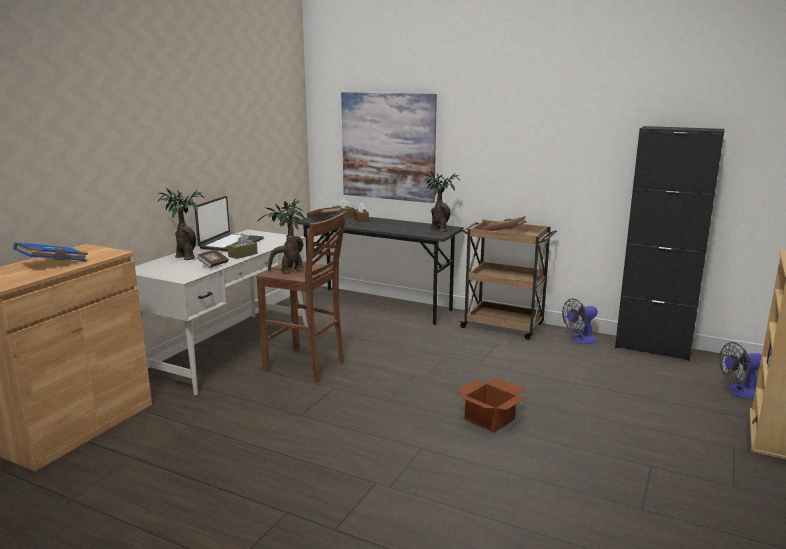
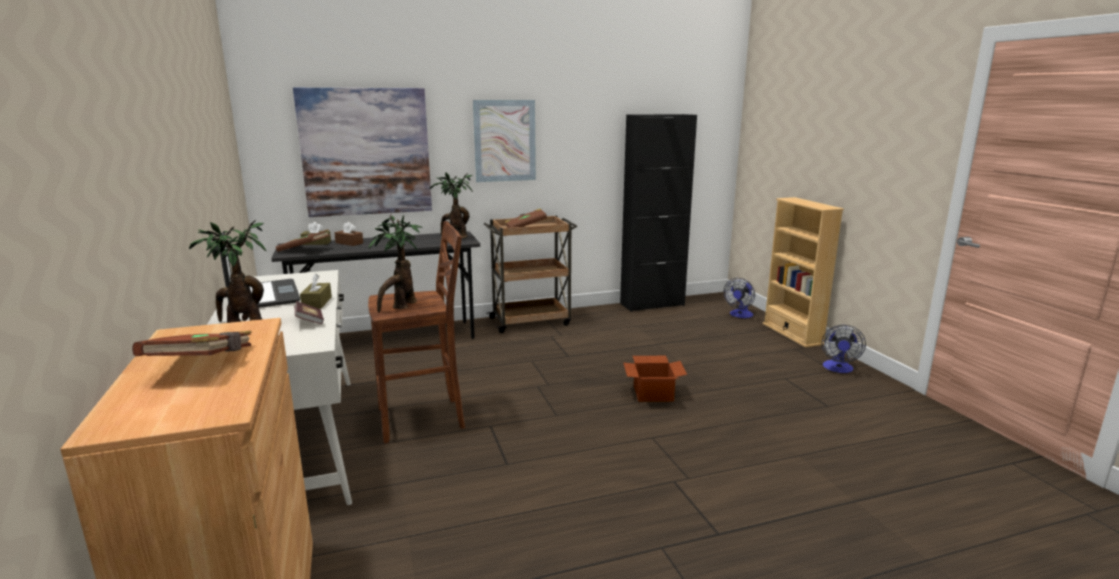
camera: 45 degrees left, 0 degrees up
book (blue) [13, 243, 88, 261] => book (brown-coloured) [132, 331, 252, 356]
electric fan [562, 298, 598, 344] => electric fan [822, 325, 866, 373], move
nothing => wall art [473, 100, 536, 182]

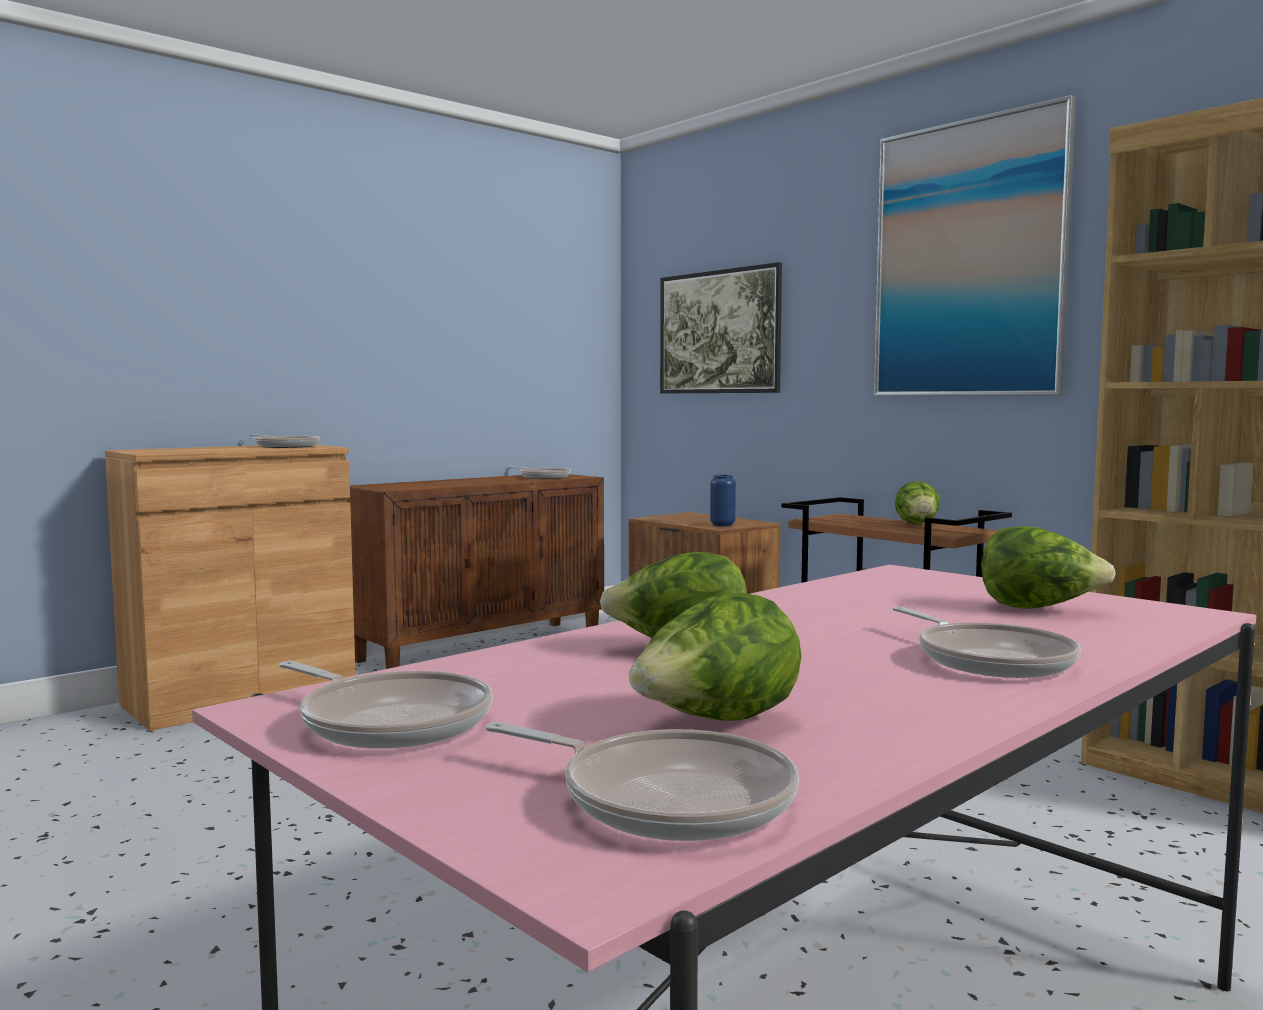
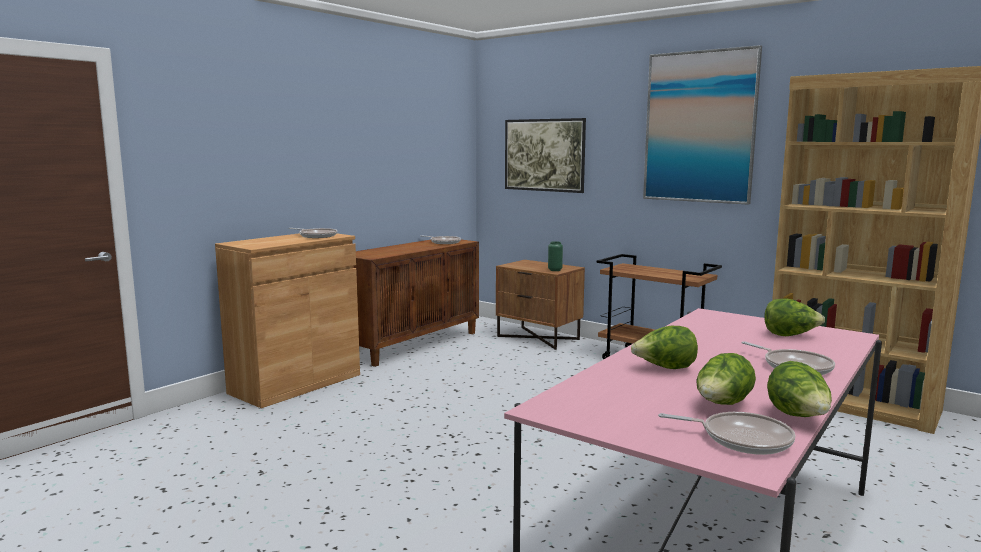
camera: 10 degrees left, 5 degrees up
flower vase (blue) [710, 475, 736, 527] => flower vase (green) [548, 241, 563, 271]
head of lettuce [895, 481, 940, 524] => head of lettuce [767, 361, 832, 417], move
skillet [279, 661, 493, 749] => nothing

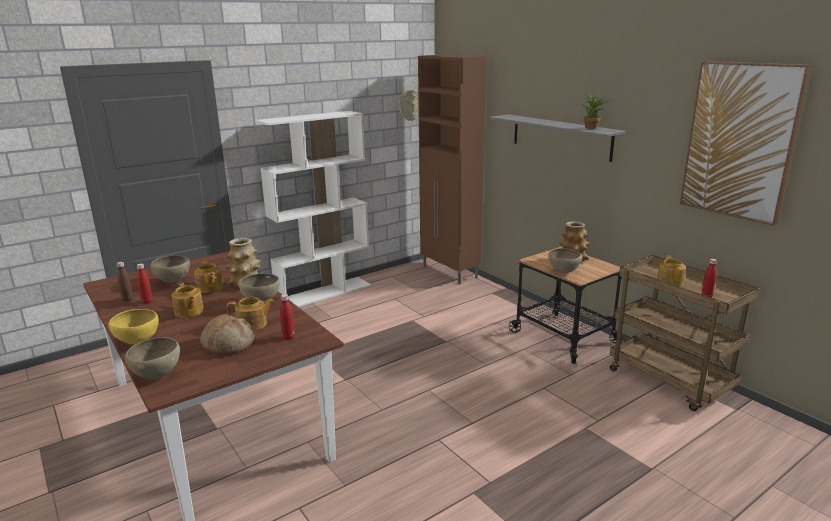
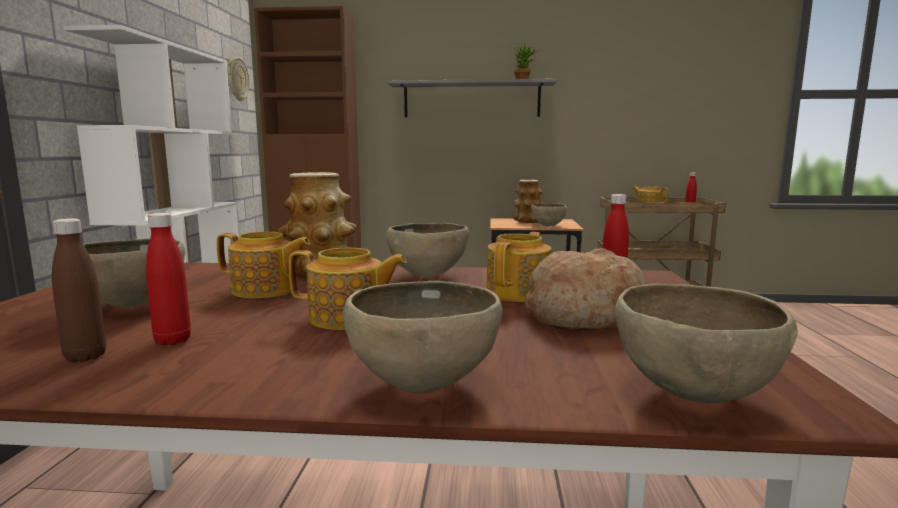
camera: 50 degrees left, 10 degrees down
wall art [680, 61, 811, 226] => nothing
deep dish (yellowish) [108, 309, 159, 344] => deep dish (brown-coloured) [343, 281, 502, 394]

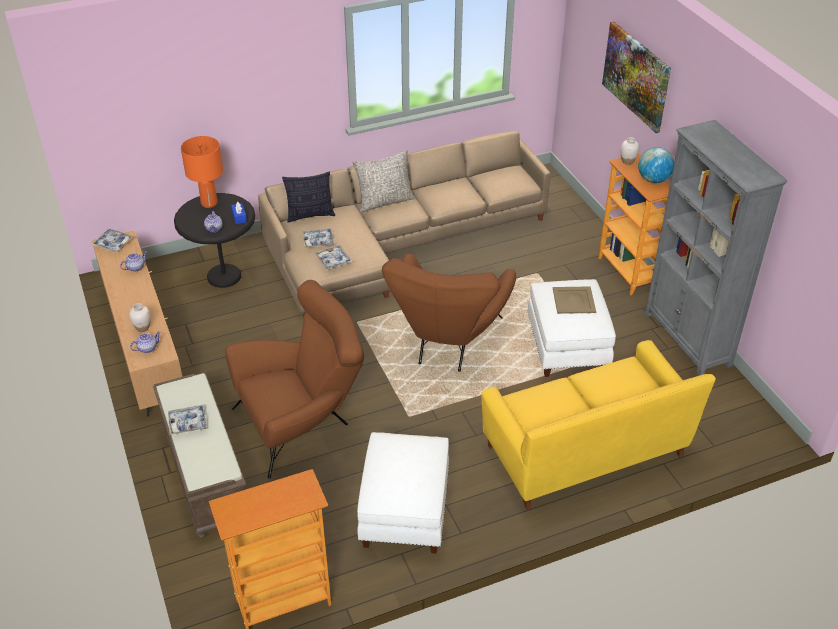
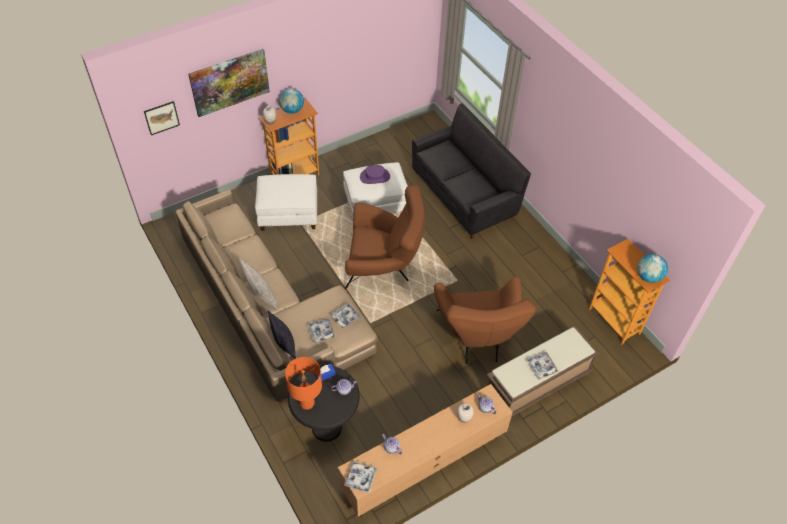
camera: 100 degrees left, 10 degrees up
bookshelf (gray) [644, 120, 787, 376] => nothing
easy chair (brown-coloured) [225, 280, 364, 479] => easy chair (brown-coloured) [434, 277, 536, 364], 150 degrees counterclockwise
carrying tray (sand-coloured) [553, 286, 596, 314] => hat (purple) [360, 165, 390, 184]
settee (yellowish) [481, 340, 716, 510] => settee (black) [412, 103, 531, 239]
footrest (white) [357, 432, 449, 553] => footrest (white) [255, 174, 317, 231], move
nothing => wall art [144, 101, 180, 135]
nothing => desk globe [637, 254, 668, 283]

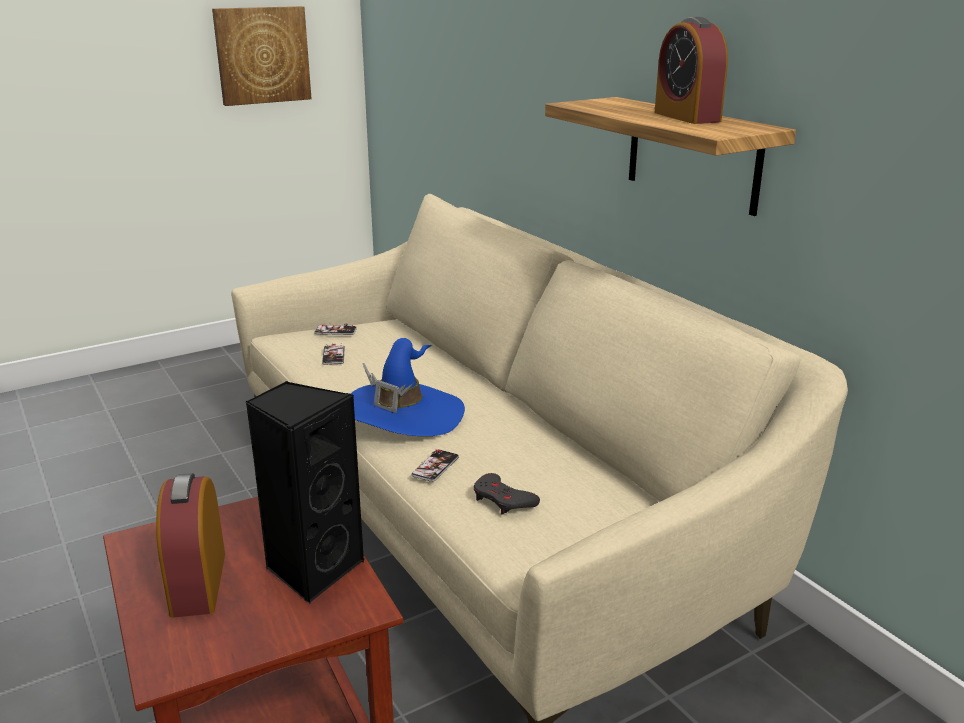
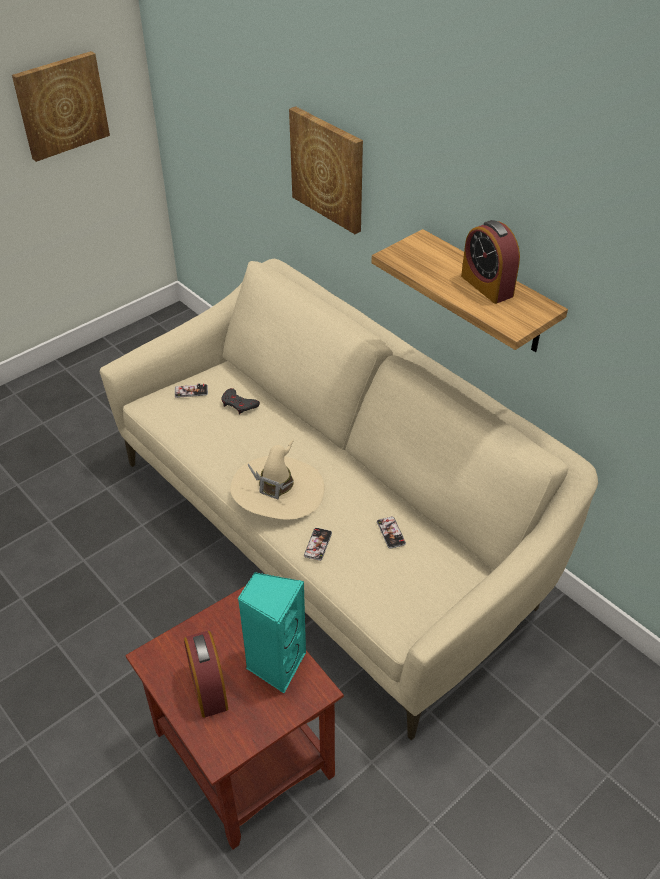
camera: 10 degrees left, 20 degrees up
hat (blue) [350, 338, 465, 436] => hat (sand-coloured) [230, 439, 324, 519]
telephone [322, 343, 345, 365] => telephone [377, 516, 406, 549], move
loudspeaker (black) [246, 381, 364, 603] => loudspeaker (turquoise) [238, 572, 306, 693]
game controller (gray) [474, 473, 540, 515] => game controller (gray) [221, 388, 260, 414], move
nothing => wall art [289, 106, 363, 234]

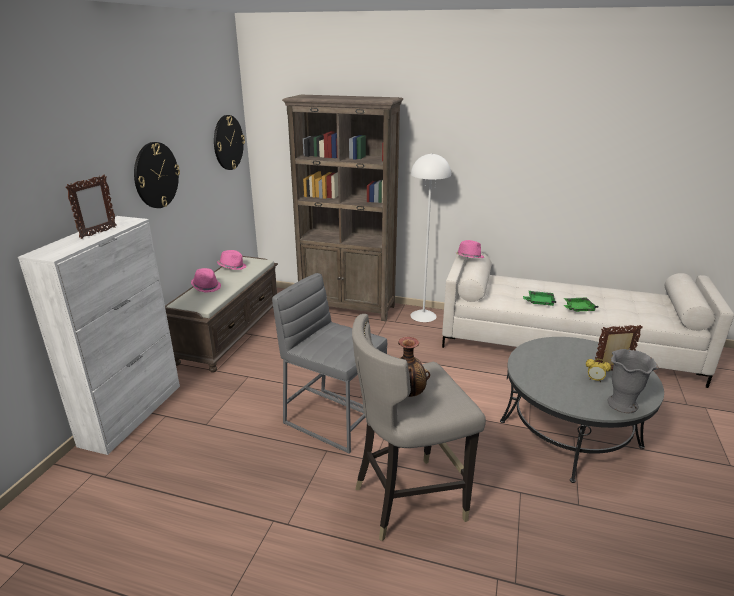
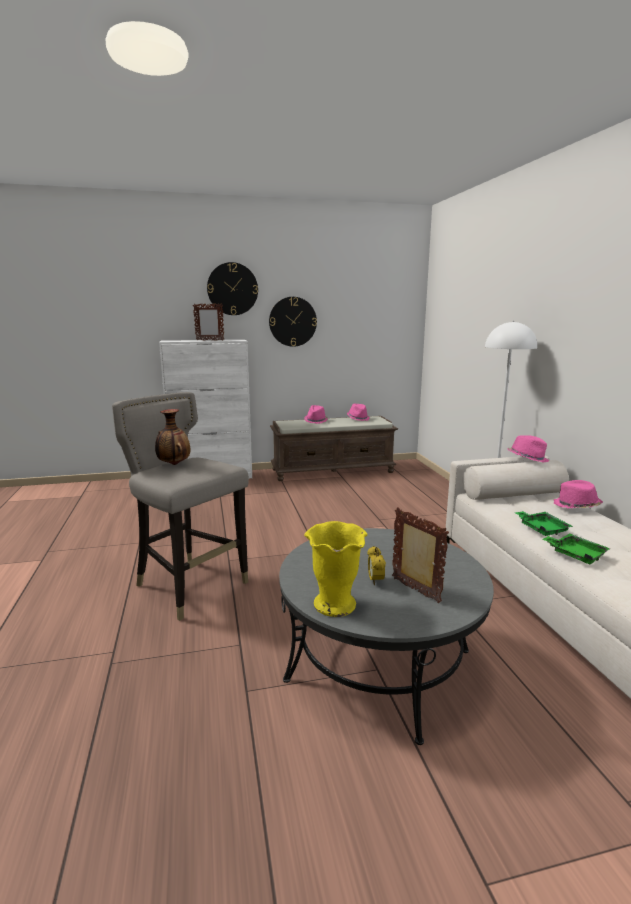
camera: 60 degrees right, 10 degrees down
bookshelf (brown-coloured) [282, 95, 403, 321] => nothing
clock on the wall [214, 115, 245, 170] => clock on the wall [207, 262, 258, 315], move
stool seat (gray) [272, 273, 387, 454] => nothing
flower vase (gray) [607, 349, 659, 413] => flower vase (yellowish) [304, 521, 368, 617]
nothing => hat (pink-coloured) [554, 480, 603, 509]

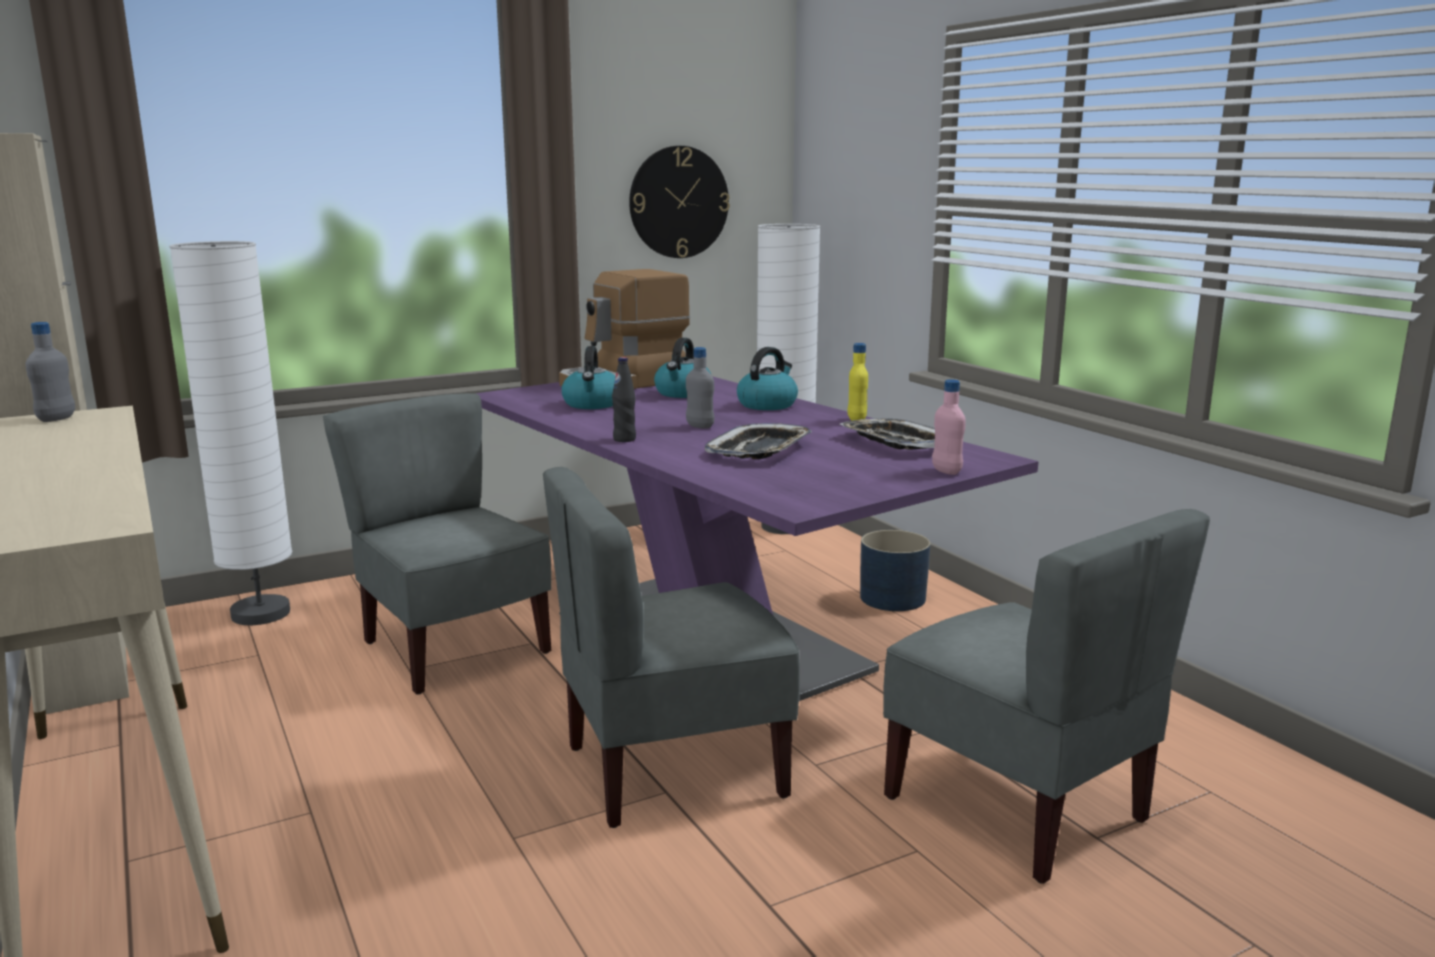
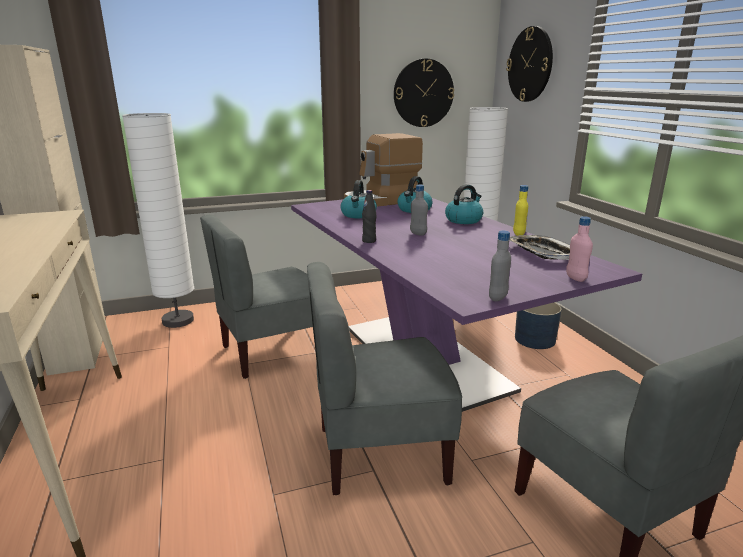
camera: 10 degrees right, 5 degrees up
drink bottle (gray) [26, 322, 75, 422] => drink bottle (gray) [489, 230, 511, 301], move
plain chair (gray) [323, 393, 552, 695] => plain chair (gray) [200, 215, 313, 379], 90 degrees counterclockwise
carrying tray [705, 423, 812, 459] => nothing
nothing => clock on the wall [506, 26, 553, 102]

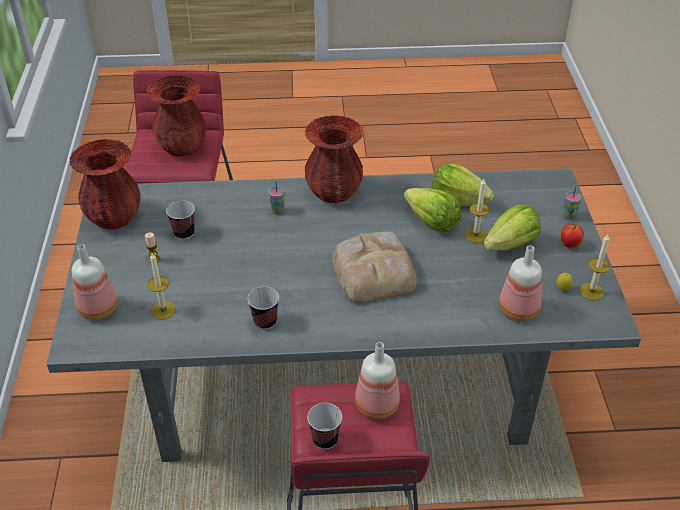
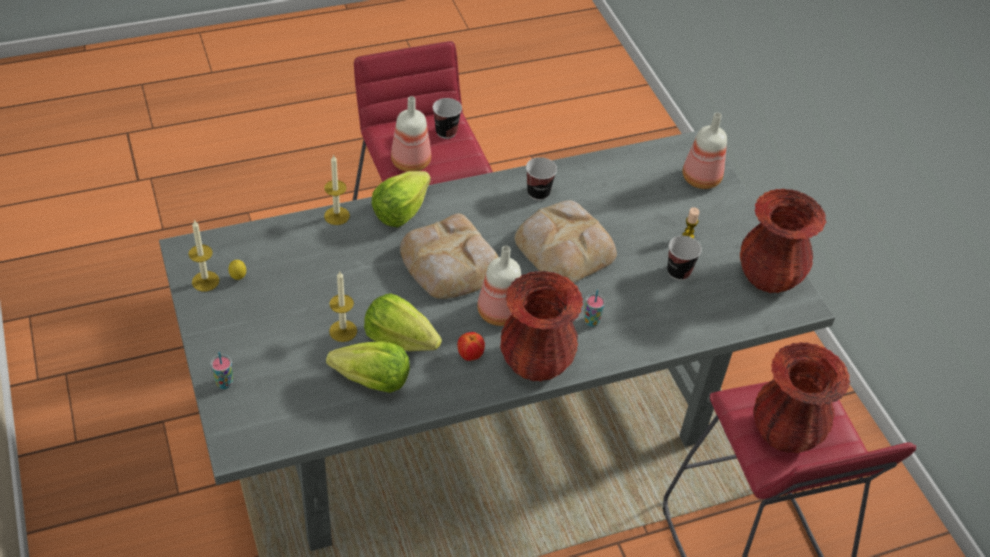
camera: 160 degrees right, 5 degrees up
head of lettuce [484, 205, 541, 251] => head of lettuce [372, 171, 431, 227], move
apple fruit [561, 224, 584, 248] => apple fruit [457, 332, 485, 361], move
drink bottle [499, 245, 542, 321] => drink bottle [477, 246, 521, 326], move
wax candle [147, 253, 176, 319] => wax candle [324, 154, 350, 225], move
nothing => baked bread [515, 200, 617, 283]

